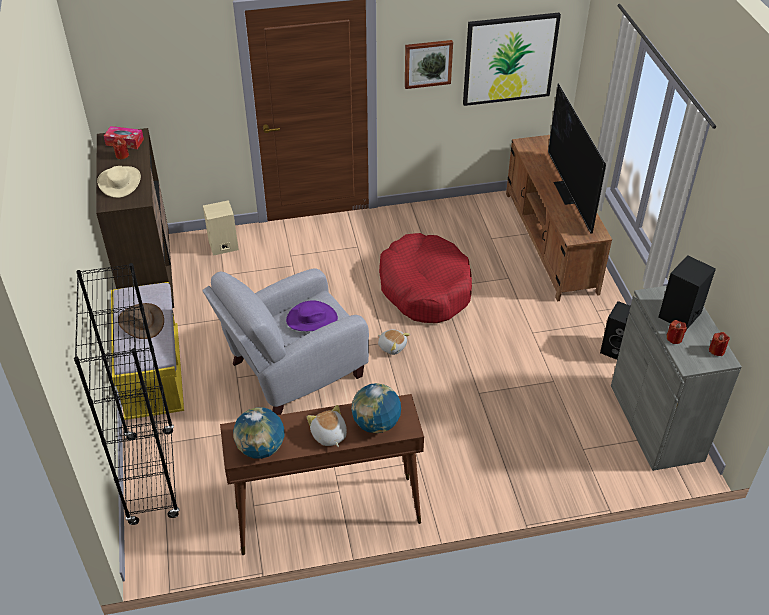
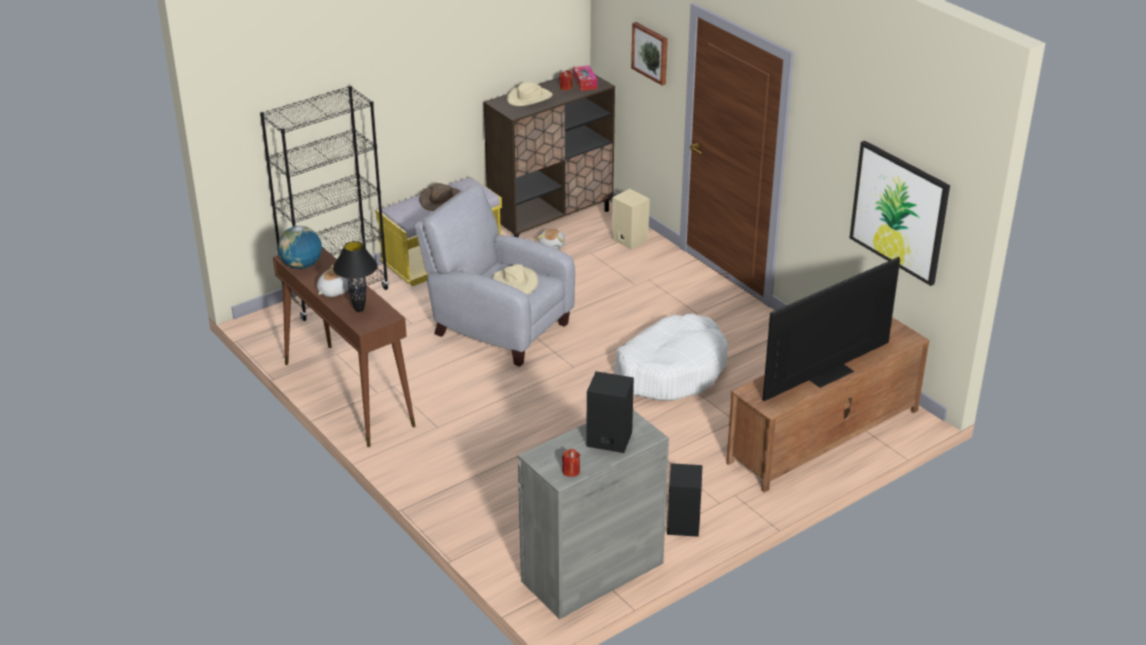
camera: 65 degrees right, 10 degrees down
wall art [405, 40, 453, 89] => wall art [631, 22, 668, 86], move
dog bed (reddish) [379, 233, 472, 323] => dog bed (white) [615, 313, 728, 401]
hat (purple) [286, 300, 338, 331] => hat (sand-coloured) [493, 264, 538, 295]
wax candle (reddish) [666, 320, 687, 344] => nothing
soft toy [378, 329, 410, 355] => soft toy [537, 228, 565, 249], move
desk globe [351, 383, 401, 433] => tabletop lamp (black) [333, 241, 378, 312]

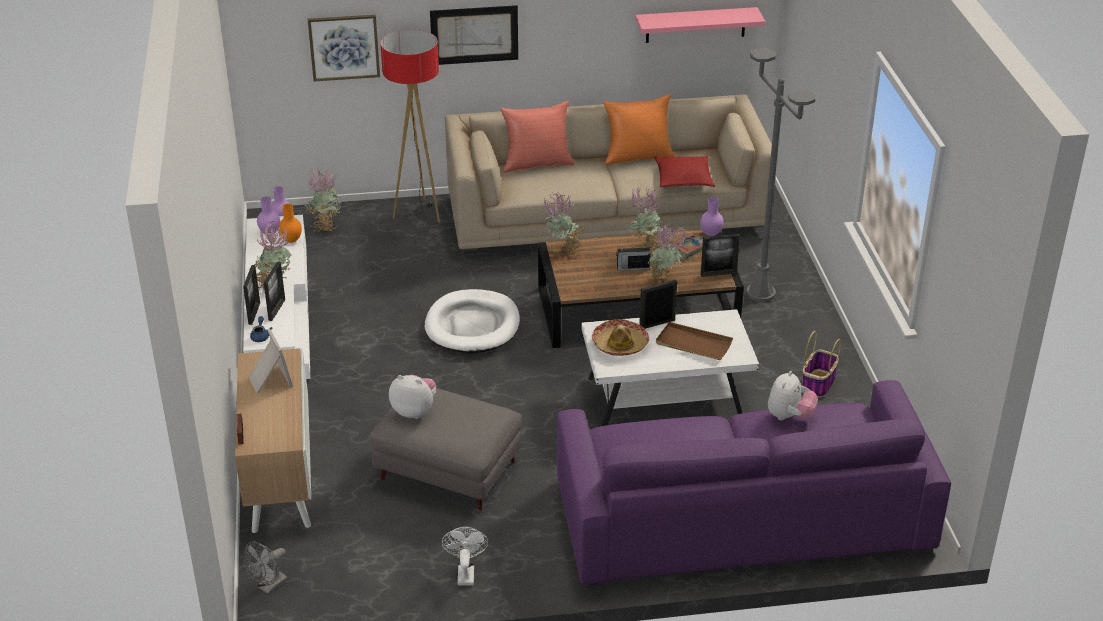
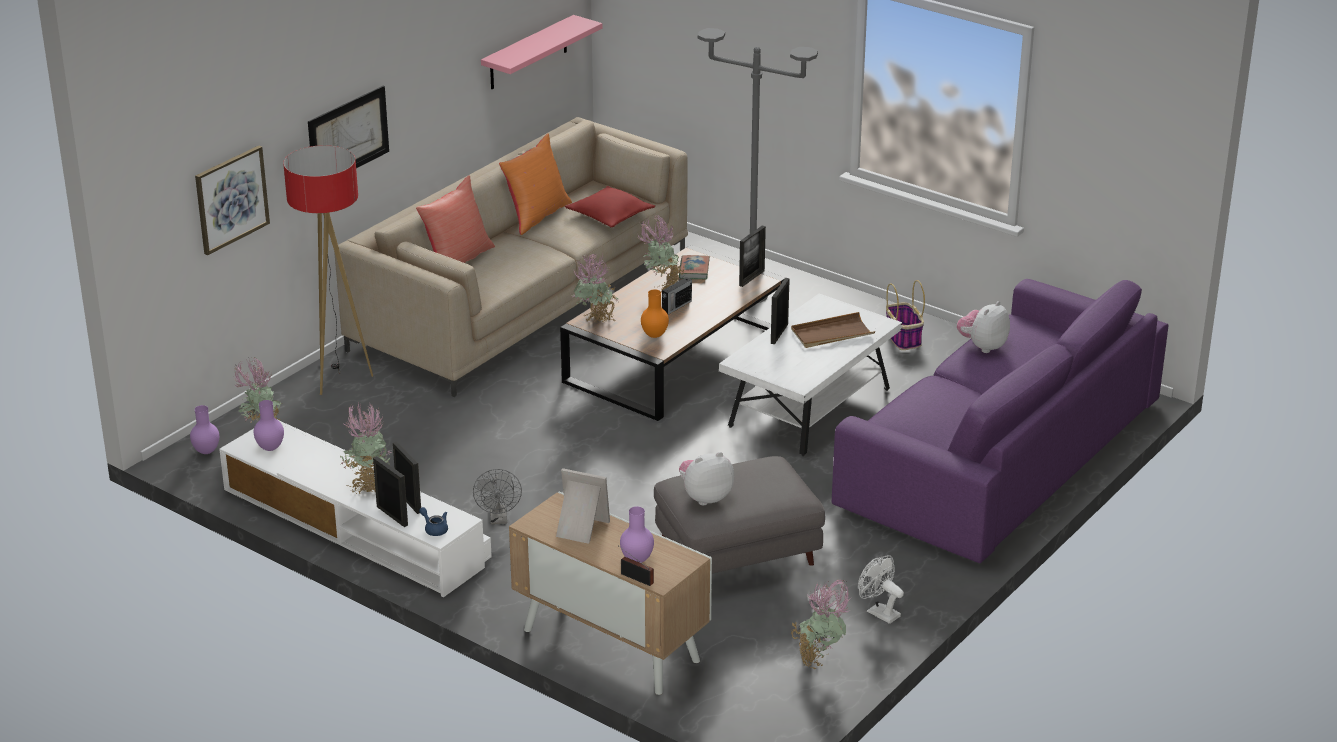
camera: 45 degrees left, 5 degrees down
flower vase (purple) [700, 197, 724, 236] => flower vase (purple) [620, 506, 654, 563], move
flower vase (orange-coloured) [279, 204, 302, 243] => flower vase (orange-coloured) [641, 289, 669, 338], move
potted plant [647, 223, 689, 284] => potted plant [791, 580, 853, 669], move
dog bed (white) [425, 289, 520, 354] => nothing
hat [592, 319, 649, 356] => nothing
soft toy [768, 371, 818, 420] => soft toy [957, 301, 1010, 353], 120 degrees counterclockwise
electric fan (gray) [244, 542, 288, 594] => electric fan (gray) [473, 469, 522, 525], move

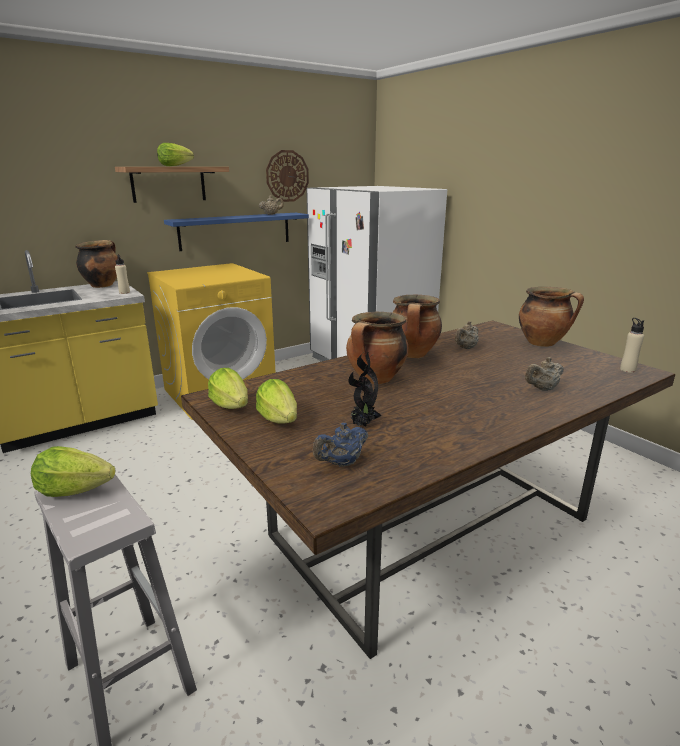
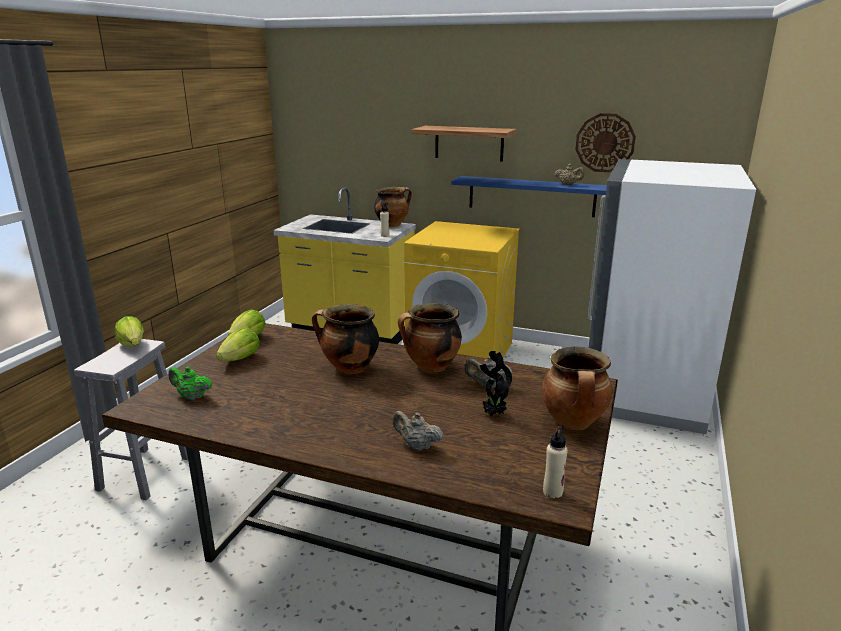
camera: 55 degrees right, 0 degrees up
head of lettuce [157, 143, 194, 166] => nothing
potted plant [348, 351, 382, 427] => potted plant [480, 351, 512, 416], move
teapot (blue) [312, 422, 368, 467] => teapot (green) [169, 366, 212, 400]

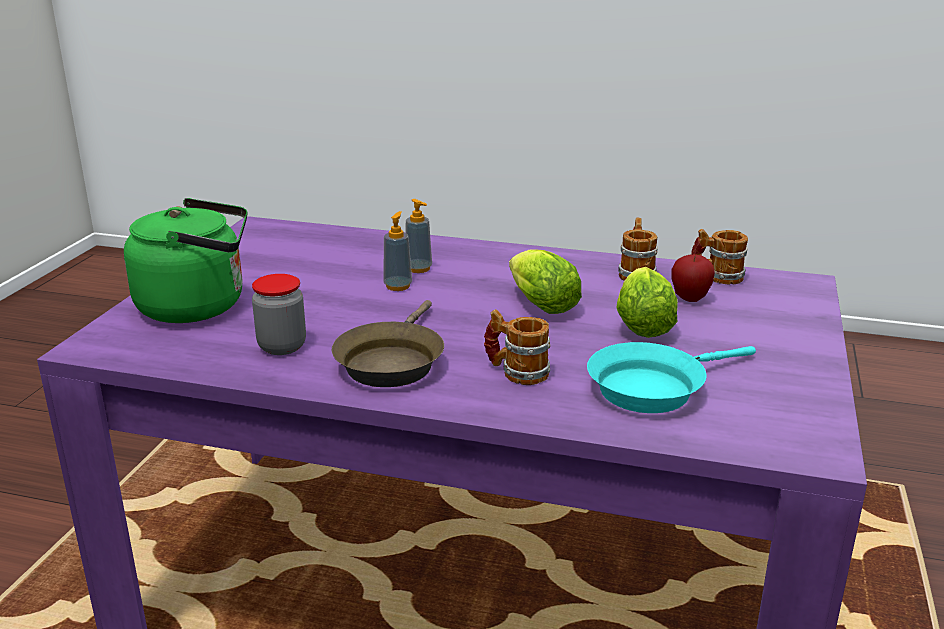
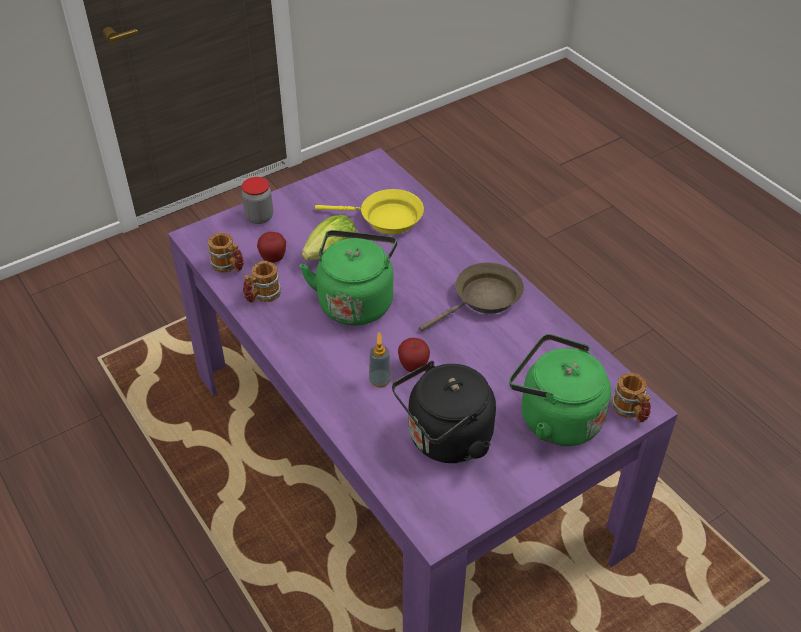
camera: 140 degrees left, 20 degrees up
soap bottle [383, 211, 412, 291] => apple fruit [398, 338, 430, 372]
head of lettuce [509, 249, 582, 314] => kettle (green) [300, 230, 397, 326]
storage jar [252, 274, 306, 355] => storage jar [242, 177, 273, 224], move
mug [484, 309, 550, 385] => mug [611, 373, 651, 423], move
skillet (turquoise) [587, 342, 756, 413] => skillet (yellowish) [315, 189, 424, 234]
nothing => kettle (black) [392, 361, 496, 463]

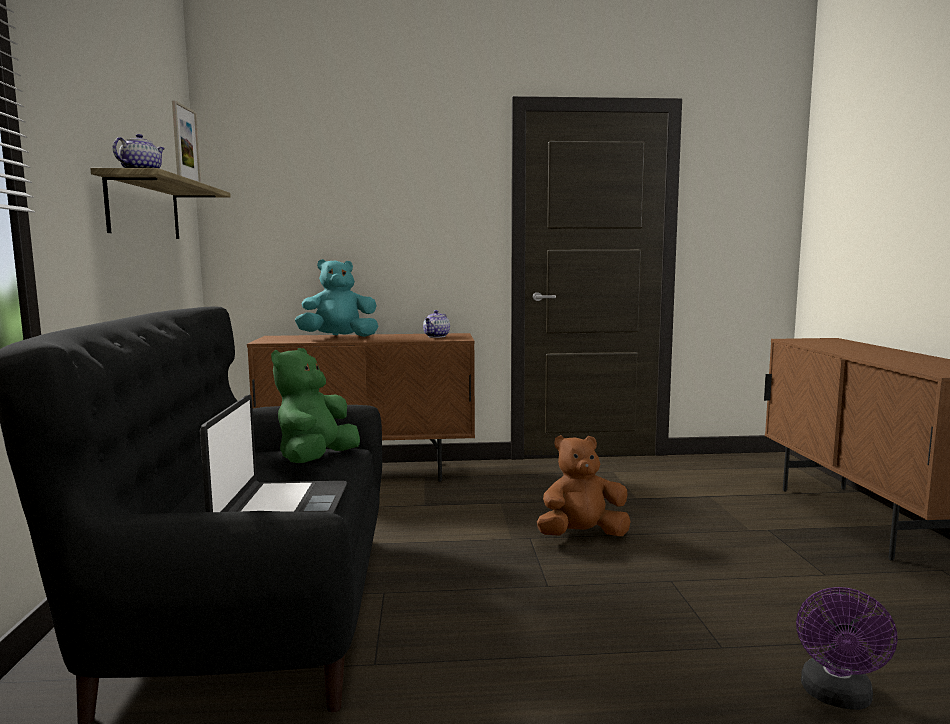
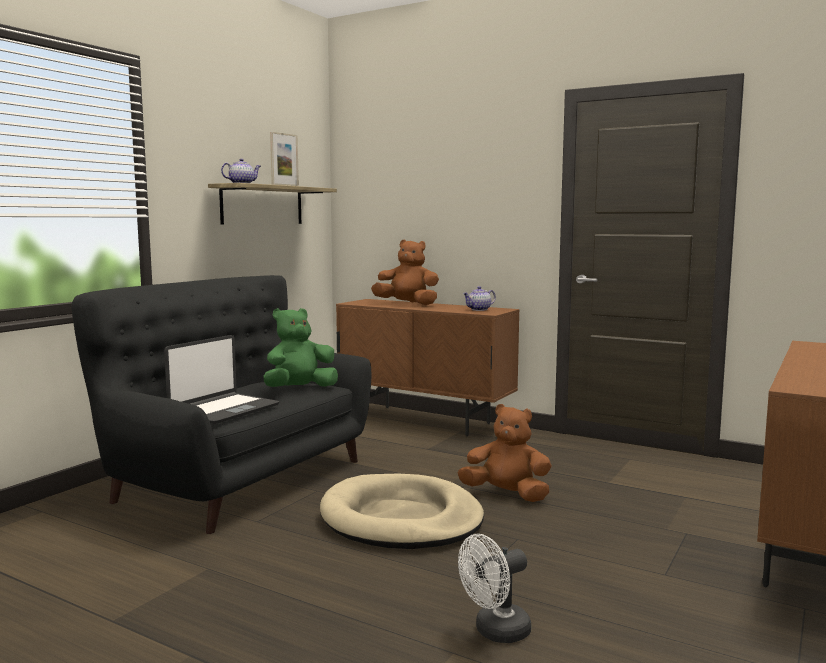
camera: 35 degrees right, 0 degrees up
soft toy (turquoise) [295, 259, 379, 337] => soft toy (brown-coloured) [371, 239, 439, 305]
electric fan (purple) [796, 587, 897, 710] => electric fan (white) [458, 534, 531, 643]
nothing => dog bed (sand-coloured) [320, 474, 484, 549]

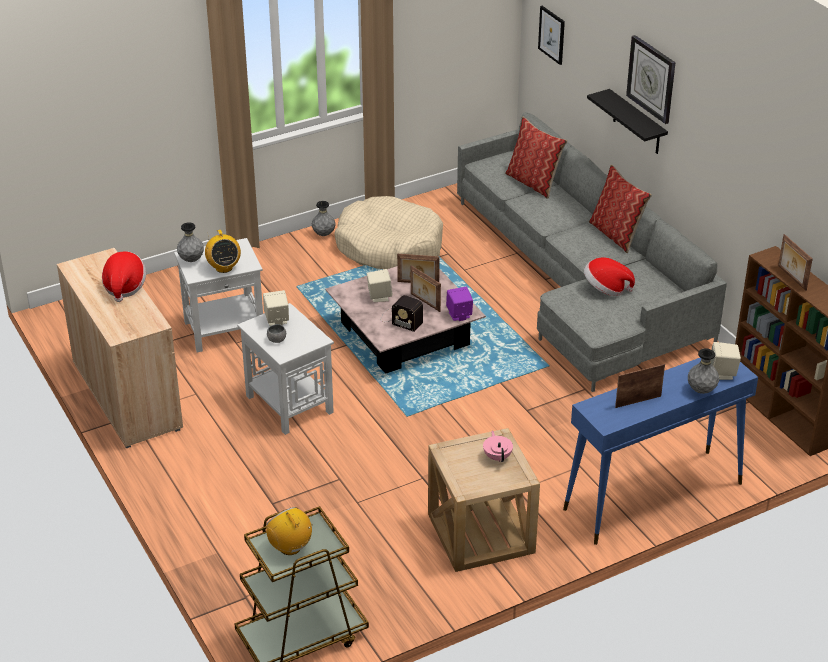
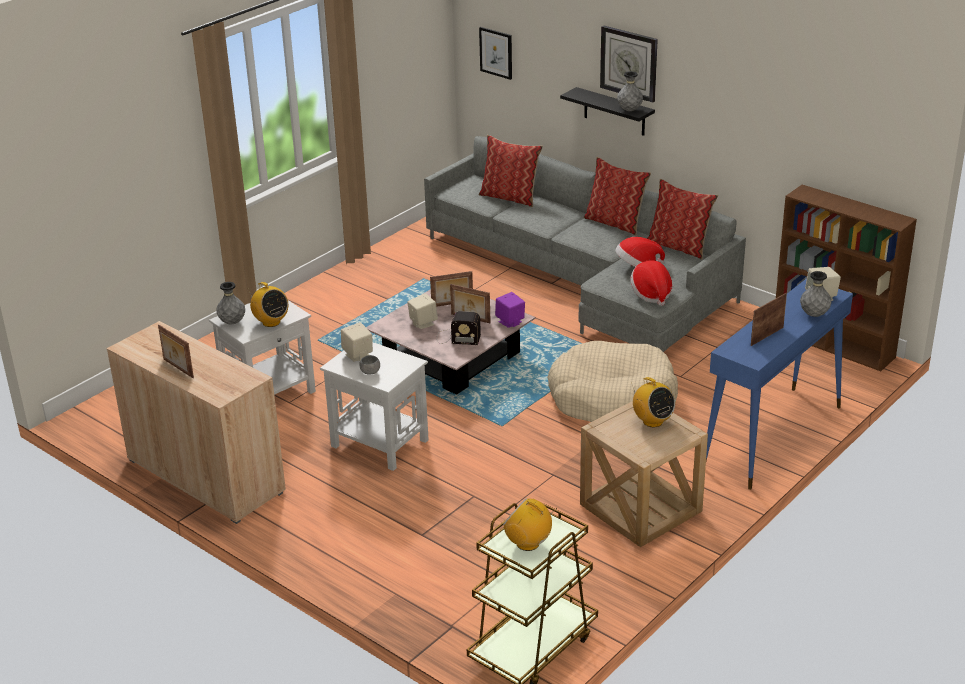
camera: 20 degrees left, 5 degrees down
dog bed (sand-coloured) [334, 196, 443, 269] => dog bed (sand-coloured) [548, 341, 678, 422], move
flower vase (gray) [312, 201, 336, 236] => flower vase (gray) [617, 71, 643, 111], move
picture frame [778, 234, 813, 291] => picture frame [158, 325, 194, 378], move
hat [102, 252, 146, 302] => hat [630, 260, 673, 306], move
teapot (pink-coloured) [483, 431, 513, 462] => radio [632, 377, 675, 427]
nothing => throw pillow [647, 179, 718, 260]

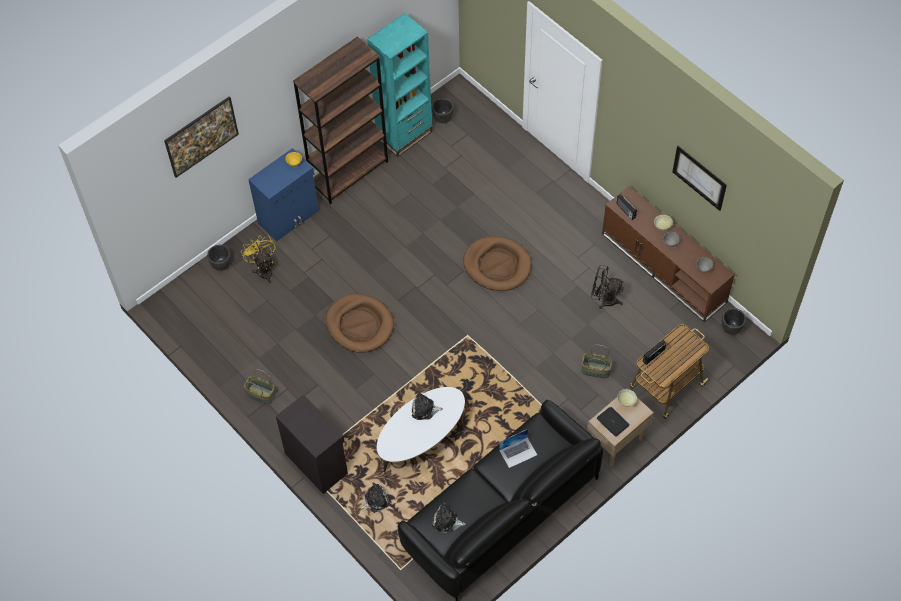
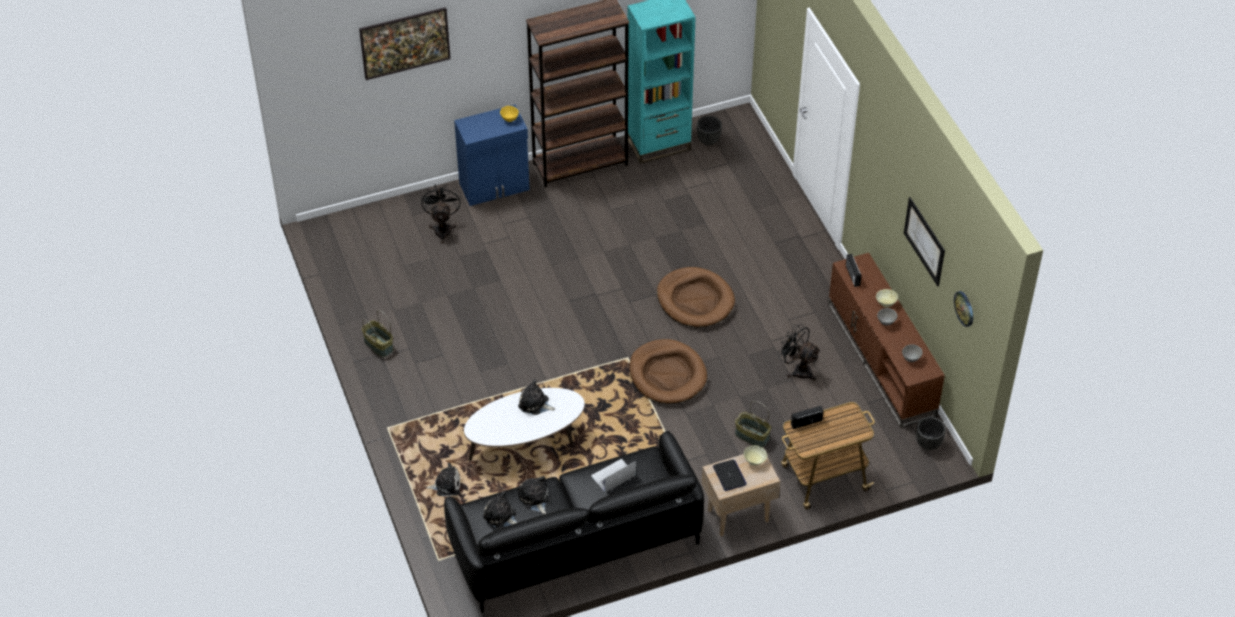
camera: 20 degrees right, 10 degrees down
electric fan (yellowish) [241, 235, 275, 283] => electric fan (black) [421, 184, 461, 244]
flower pot (black) [207, 245, 231, 271] => nothing
dog bed (brown-coloured) [326, 294, 394, 352] => dog bed (brown-coloured) [629, 339, 707, 404], move
cupboard (black) [276, 394, 348, 494] => nothing
notebook computer [499, 429, 537, 468] => notebook computer [591, 459, 636, 492], 150 degrees clockwise
nothing => clock on the wall [954, 291, 973, 327]
nothing => soft toy [518, 476, 550, 514]

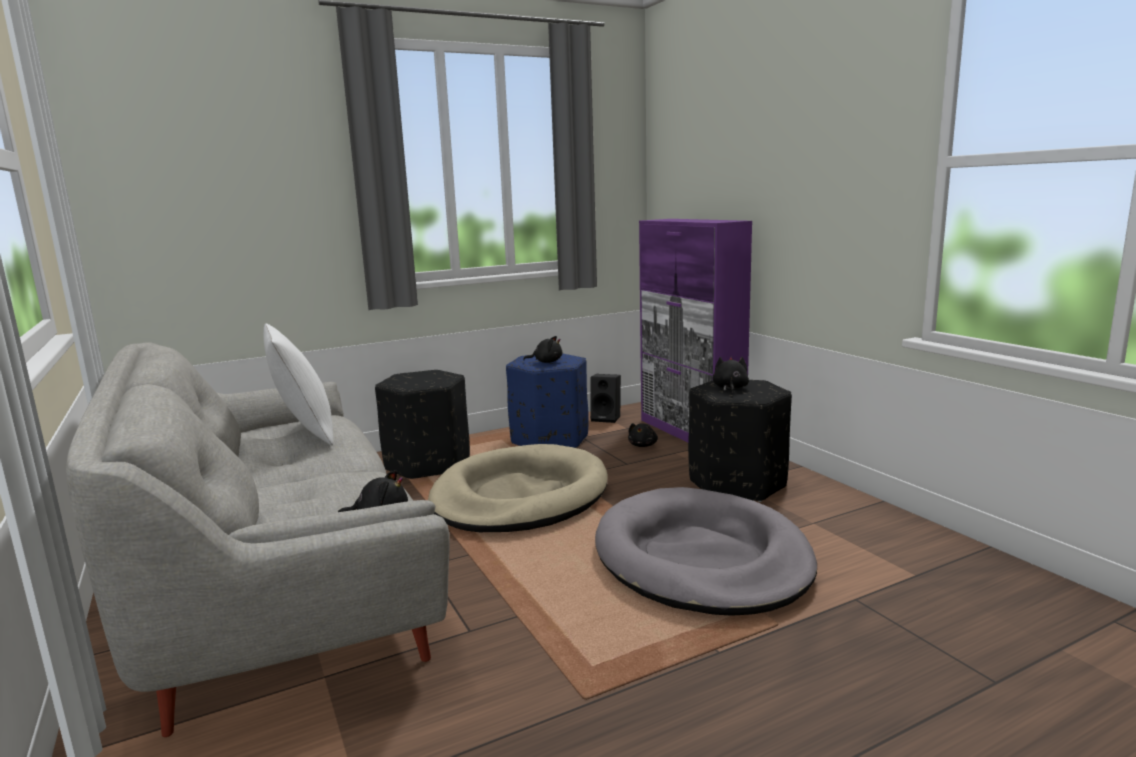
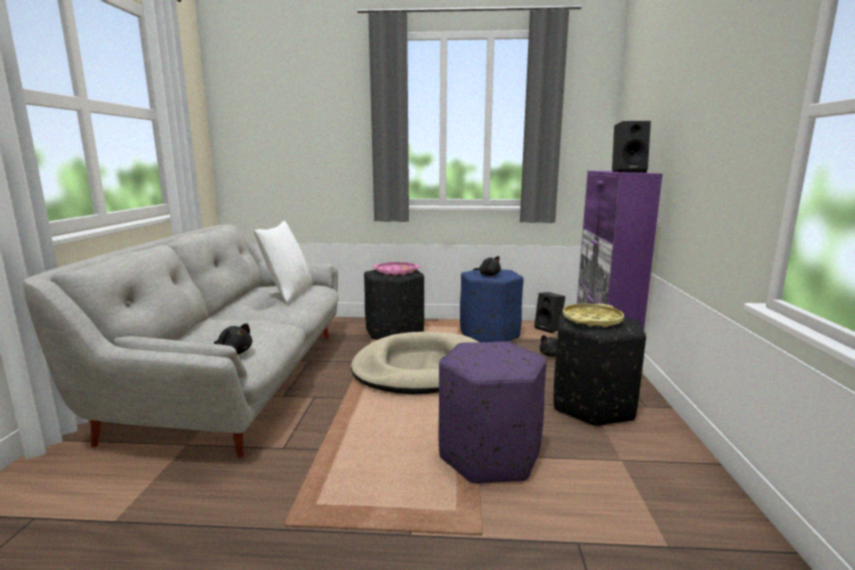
camera: 30 degrees right, 0 degrees up
soft toy (black) [713, 357, 749, 393] => carrying tray (yellowish) [562, 304, 624, 327]
dog bed (gray) [595, 487, 817, 616] => footrest (purple) [439, 341, 547, 484]
nothing => loudspeaker (black) [612, 121, 651, 173]
nothing => carrying tray (pink-coloured) [372, 262, 420, 276]

